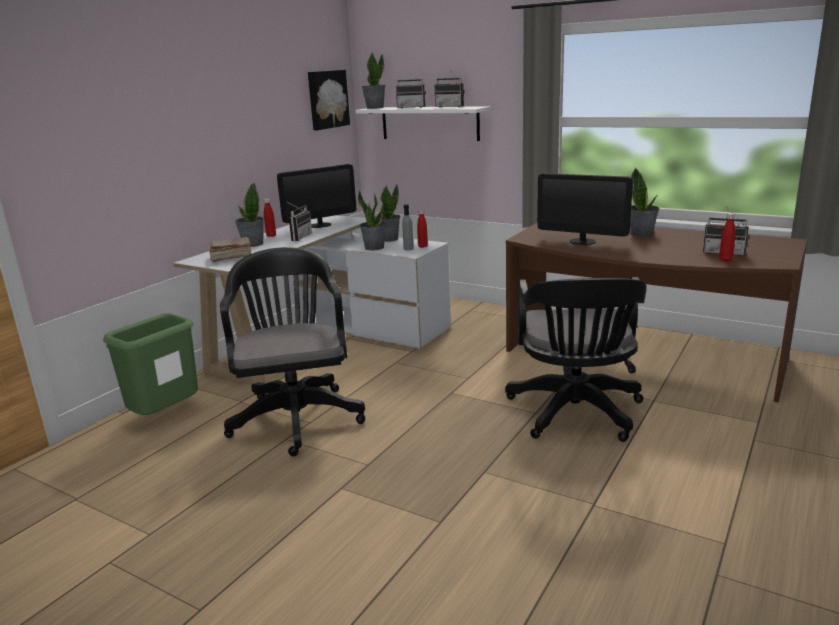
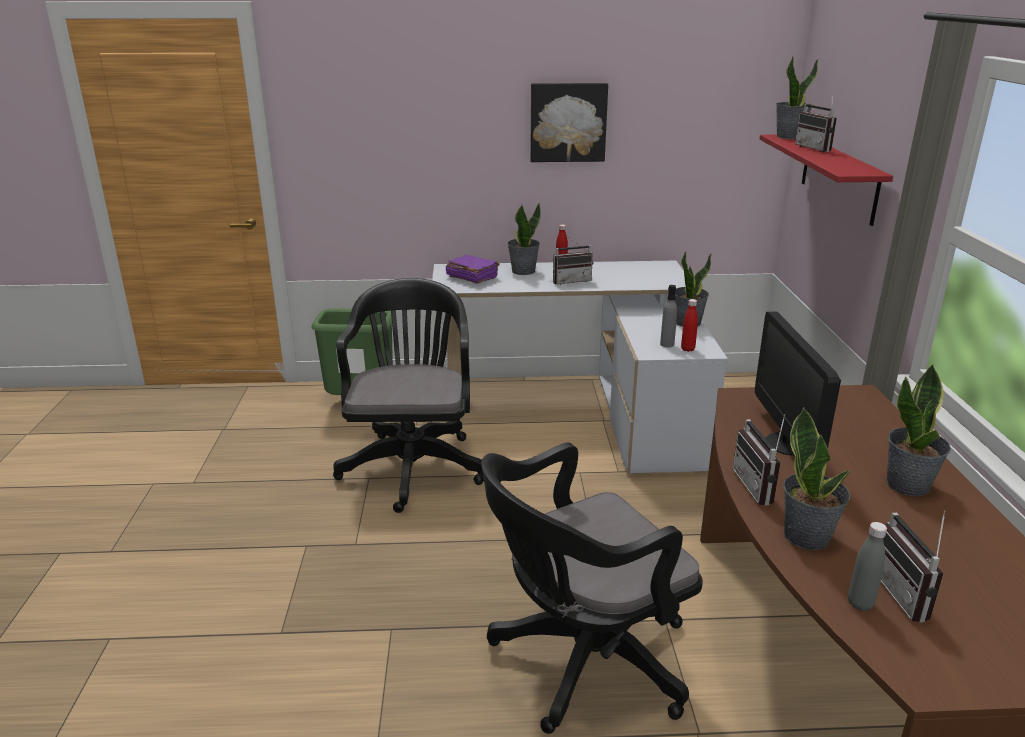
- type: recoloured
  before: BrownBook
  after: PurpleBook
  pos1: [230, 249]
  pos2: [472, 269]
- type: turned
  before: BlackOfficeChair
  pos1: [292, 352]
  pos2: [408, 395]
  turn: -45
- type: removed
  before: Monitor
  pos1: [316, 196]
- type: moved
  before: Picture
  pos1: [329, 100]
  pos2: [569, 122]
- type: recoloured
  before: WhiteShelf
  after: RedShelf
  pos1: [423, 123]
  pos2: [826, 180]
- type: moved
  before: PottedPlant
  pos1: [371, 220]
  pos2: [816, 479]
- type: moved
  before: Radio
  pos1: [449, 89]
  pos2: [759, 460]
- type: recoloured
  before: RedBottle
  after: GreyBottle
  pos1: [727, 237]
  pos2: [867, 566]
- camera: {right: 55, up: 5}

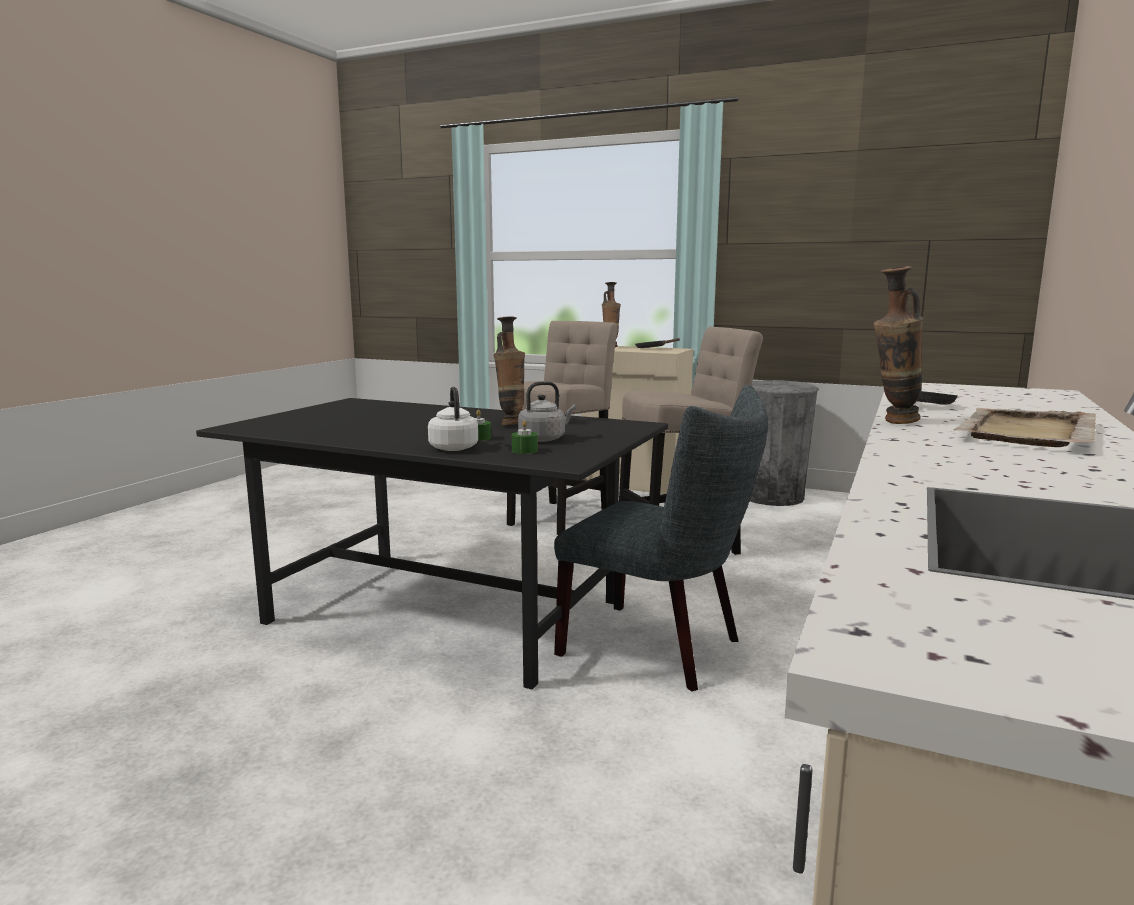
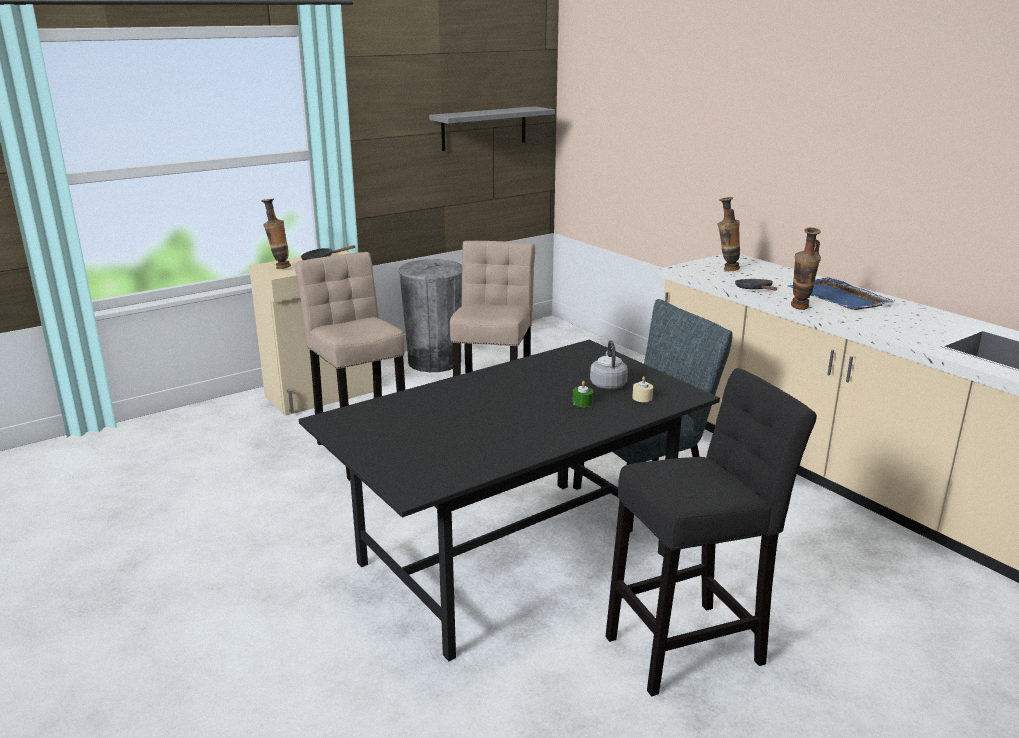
- type: removed
  before: WhiteKettle
  pos1: [453, 419]
- type: moved
  before: Vase
  pos1: [509, 370]
  pos2: [728, 234]
- type: recoloured
  before: GreenCandle
  after: BeigeCandle
  pos1: [525, 437]
  pos2: [642, 389]
- type: recoloured
  before: BeigeTray
  after: BlueTray
  pos1: [1024, 427]
  pos2: [841, 293]
- type: added
  after: GreyShelf
  pos2: [492, 128]
- type: added
  after: BlackStool
  pos2: [711, 532]
- camera: {right: -60, up: 10}

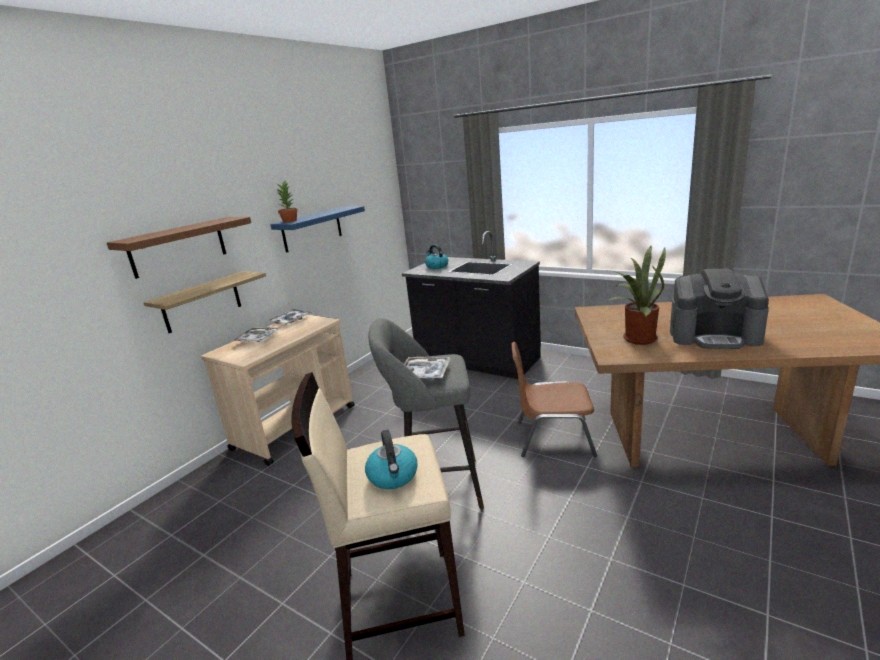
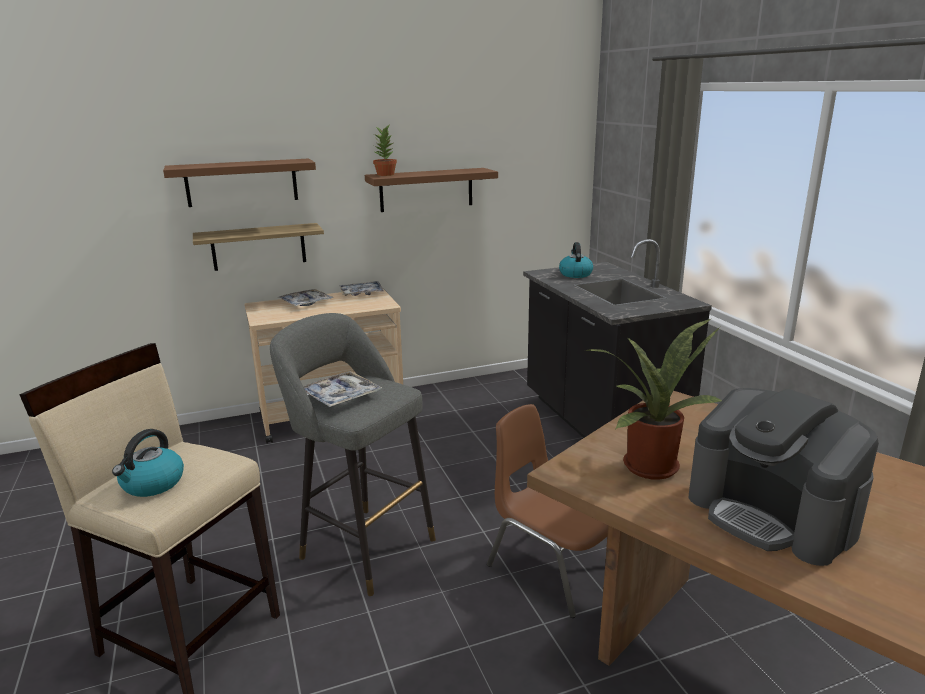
- type: recoloured
  before: BlueShelf
  after: BrownShelf
  pos1: [317, 229]
  pos2: [431, 190]
- camera: {right: 35, up: 0}

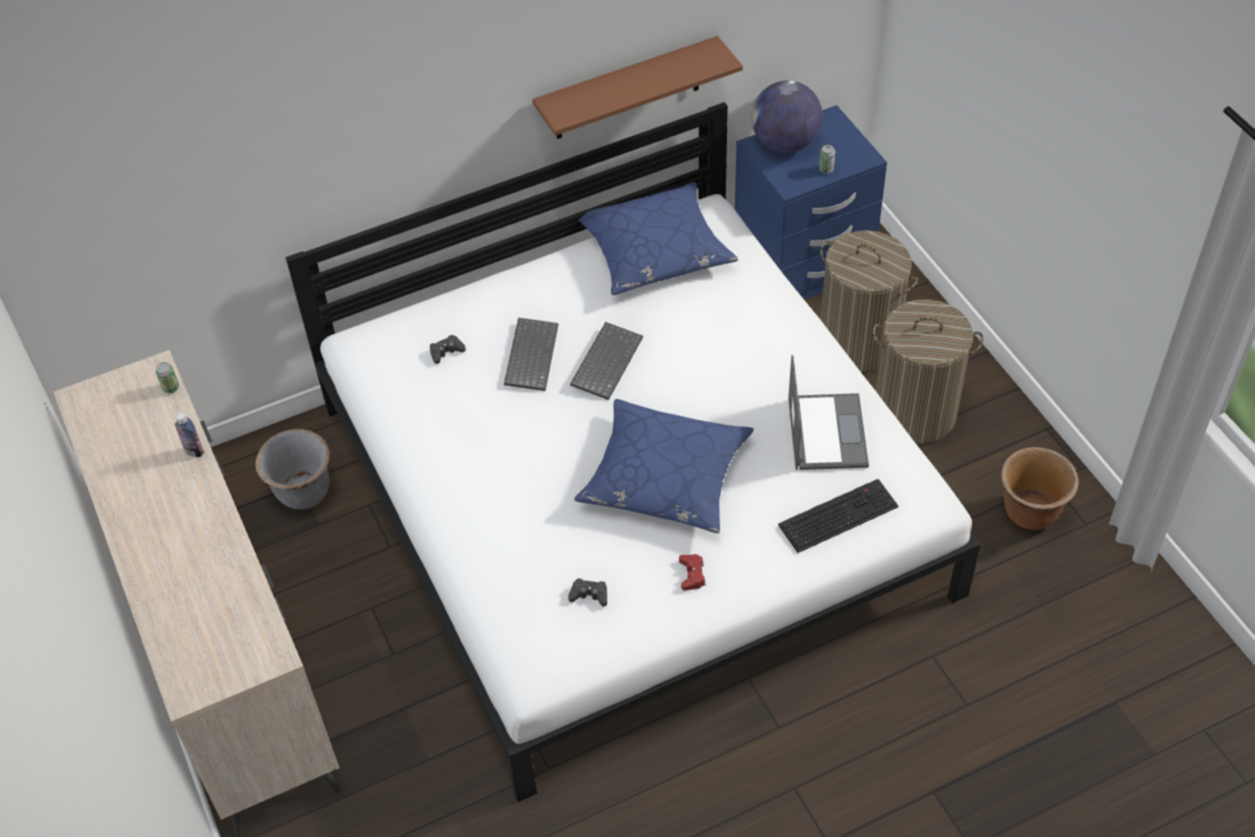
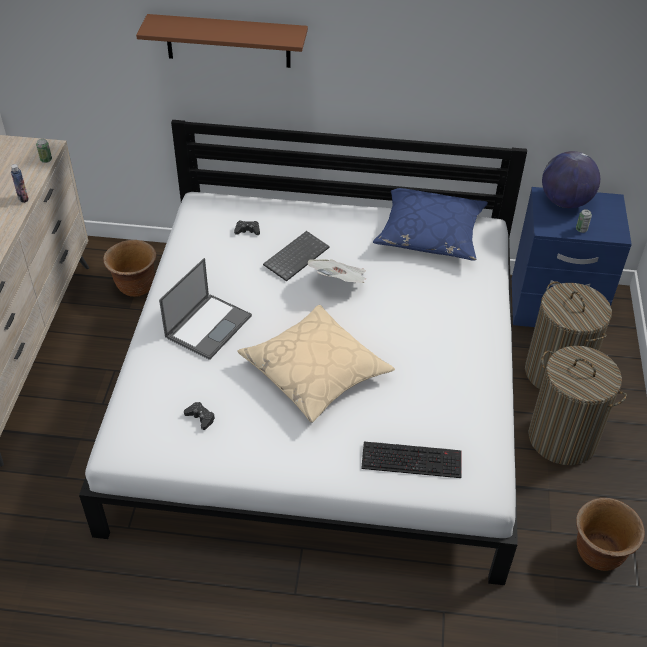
- type: recoloured
  before: GreyPlanter
  after: BrownPlanter
  pos1: [292, 469]
  pos2: [129, 268]
- type: moved
  before: BrownShelf
  pos1: [637, 87]
  pos2: [222, 41]
- type: replaced
  before: Keyboard
  after: Newspaper
  pos1: [606, 361]
  pos2: [337, 271]
- type: recoloured
  before: BluePillow
  after: BeigePillow
  pos1: [664, 466]
  pos2: [316, 364]
- type: removed
  before: RedGameController
  pos1: [692, 572]
- type: moved
  before: Laptop
  pos1: [828, 412]
  pos2: [205, 309]
- camera: {right: 30, up: -5}

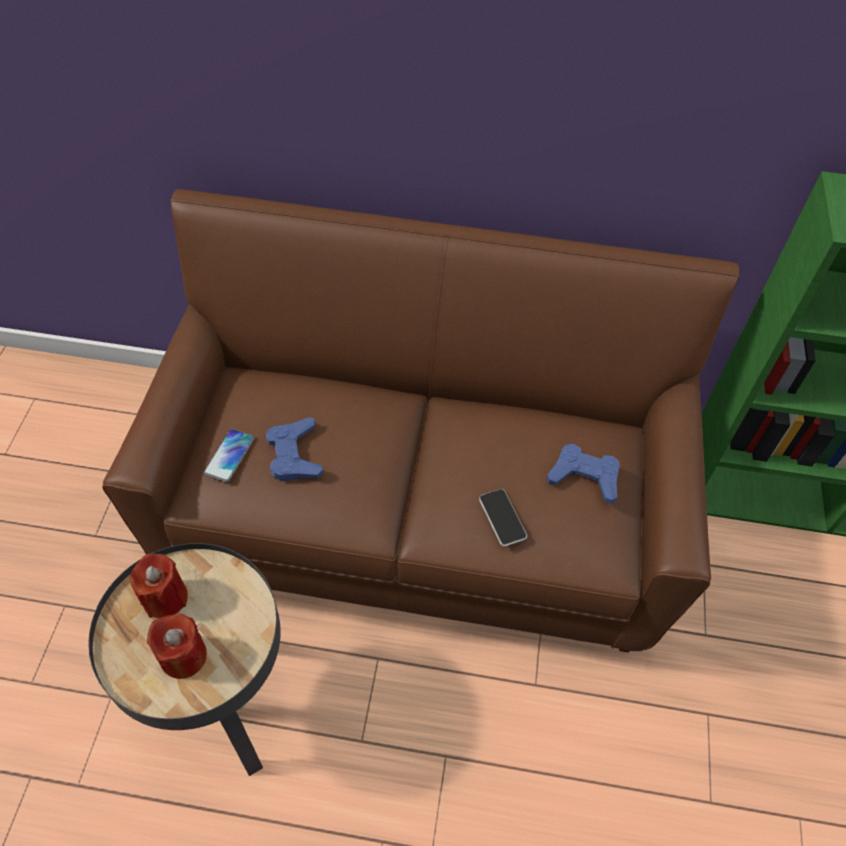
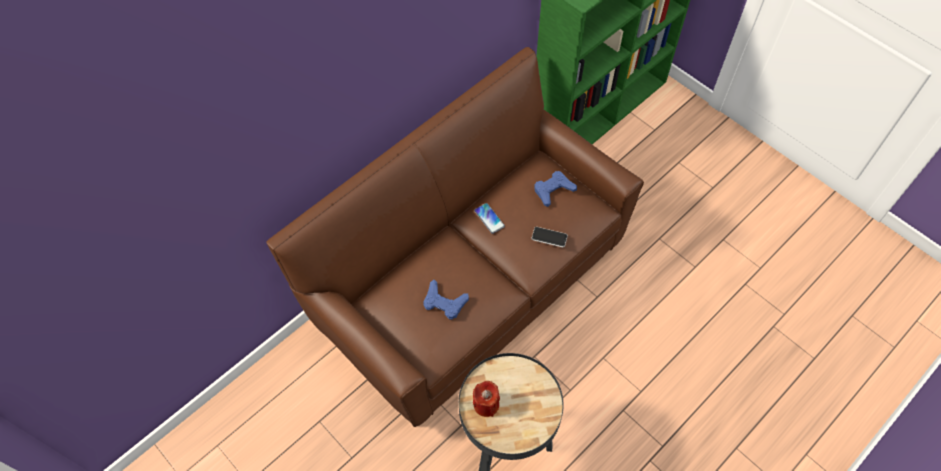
- type: removed
  before: RedCandle
  pos1: [177, 646]
- type: moved
  before: Phone
  pos1: [229, 455]
  pos2: [489, 218]
- camera: {right: -50, up: 5}

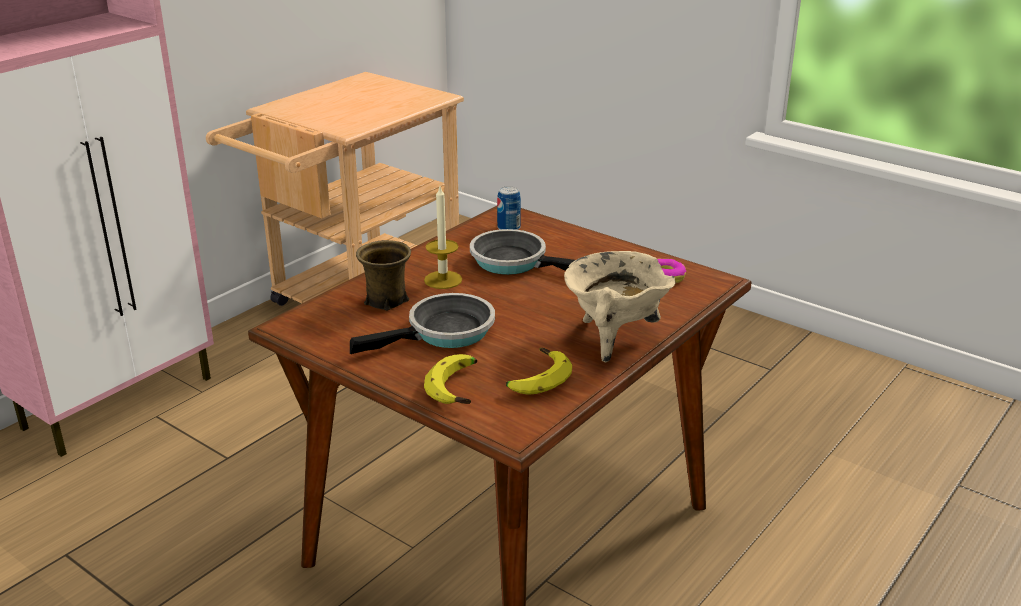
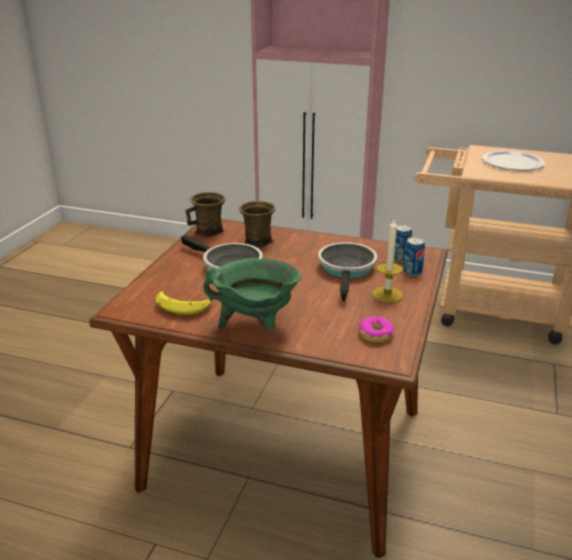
- type: moved
  before: Candle
  pos1: [443, 237]
  pos2: [387, 261]
- type: removed
  before: Banana
  pos1: [450, 379]
- type: recoloured
  before: BeigeCookingPot
  after: GreenCookingPot
  pos1: [620, 306]
  pos2: [252, 294]
- type: added
  after: BrownMug
  pos2: [205, 214]
- type: added
  after: Can
  pos2: [414, 256]
- type: added
  after: Plate
  pos2: [513, 161]
- camera: {right: 70, up: 0}

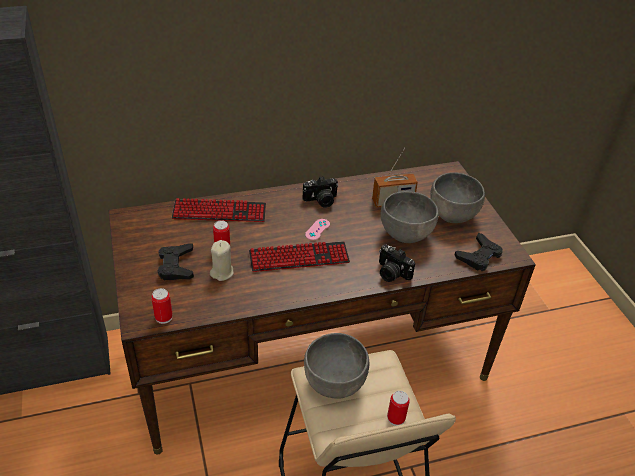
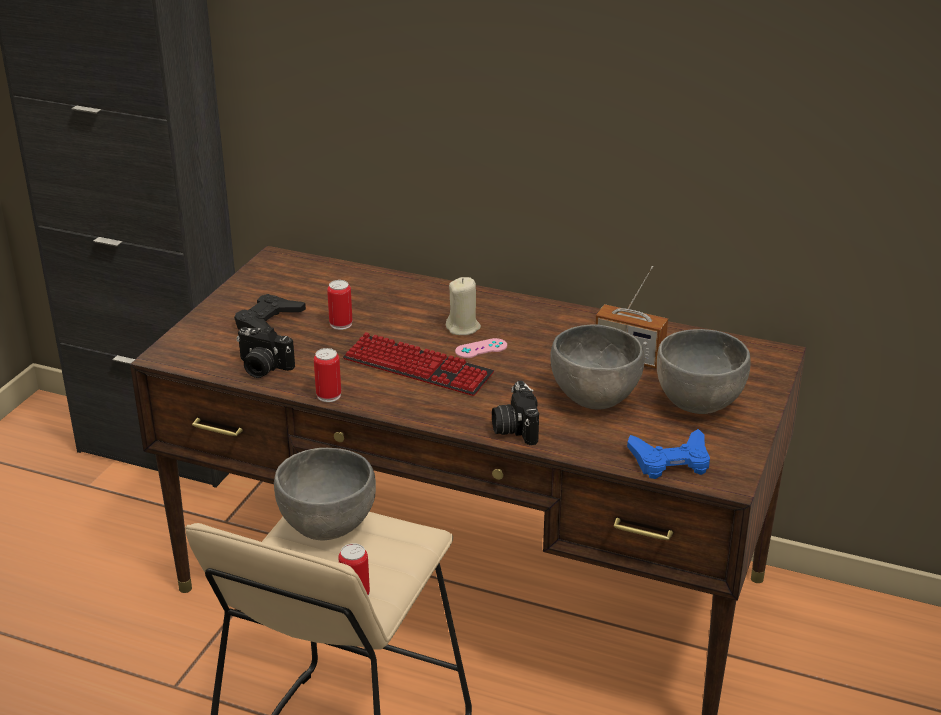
- type: moved
  before: Can
  pos1: [162, 306]
  pos2: [327, 375]
- type: removed
  before: Keyboard
  pos1: [219, 210]
- type: moved
  before: BeigeCandle
  pos1: [222, 260]
  pos2: [463, 306]
- type: moved
  before: PhotoCamera
  pos1: [320, 192]
  pos2: [266, 352]
- type: recoloured
  before: BlackGameController
  after: BlueGameController
  pos1: [479, 251]
  pos2: [668, 454]
- camera: {right: 40, up: -10}

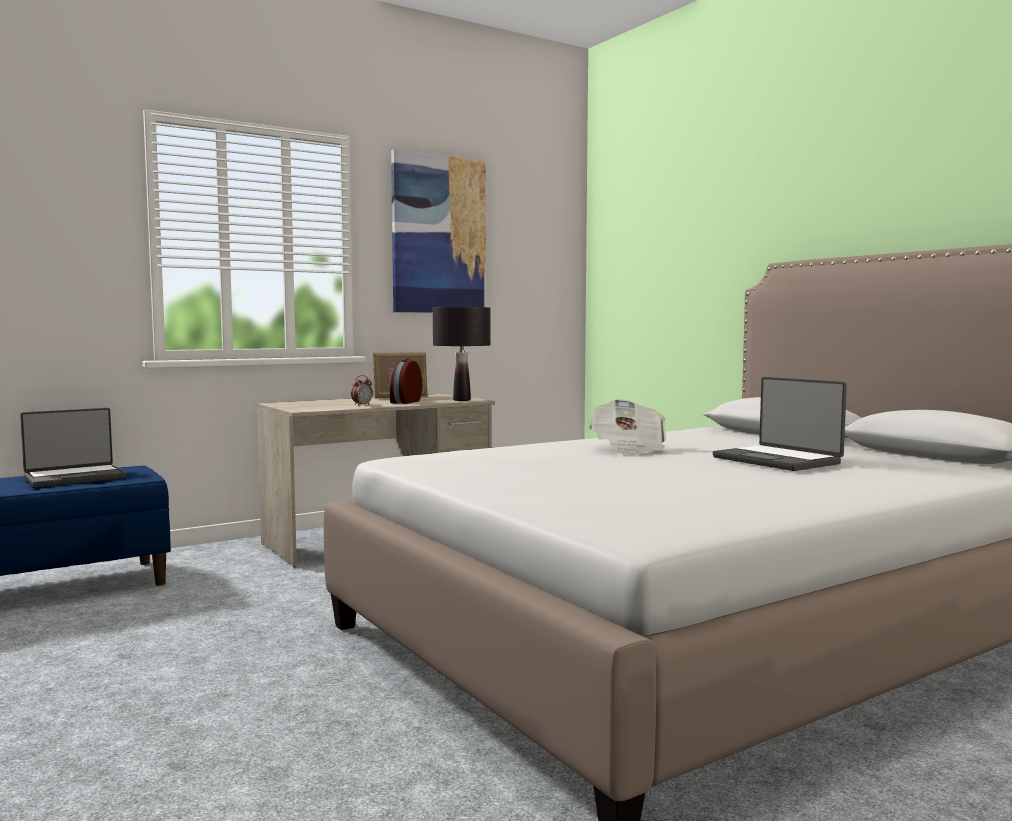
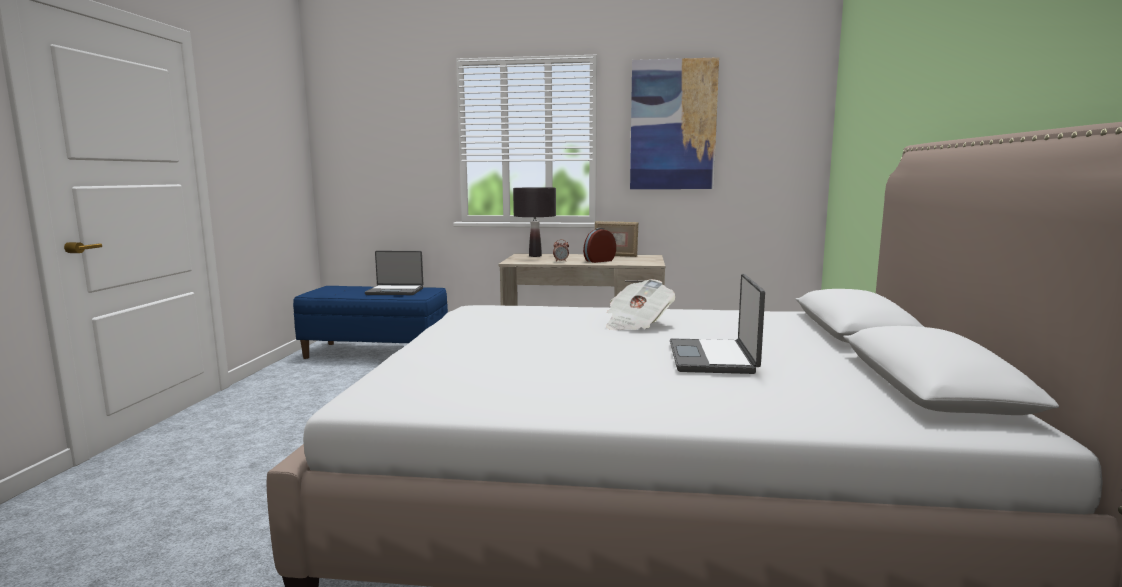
- type: moved
  before: BlackTableLamp
  pos1: [462, 354]
  pos2: [534, 222]
- camera: {right: 40, up: 5}

